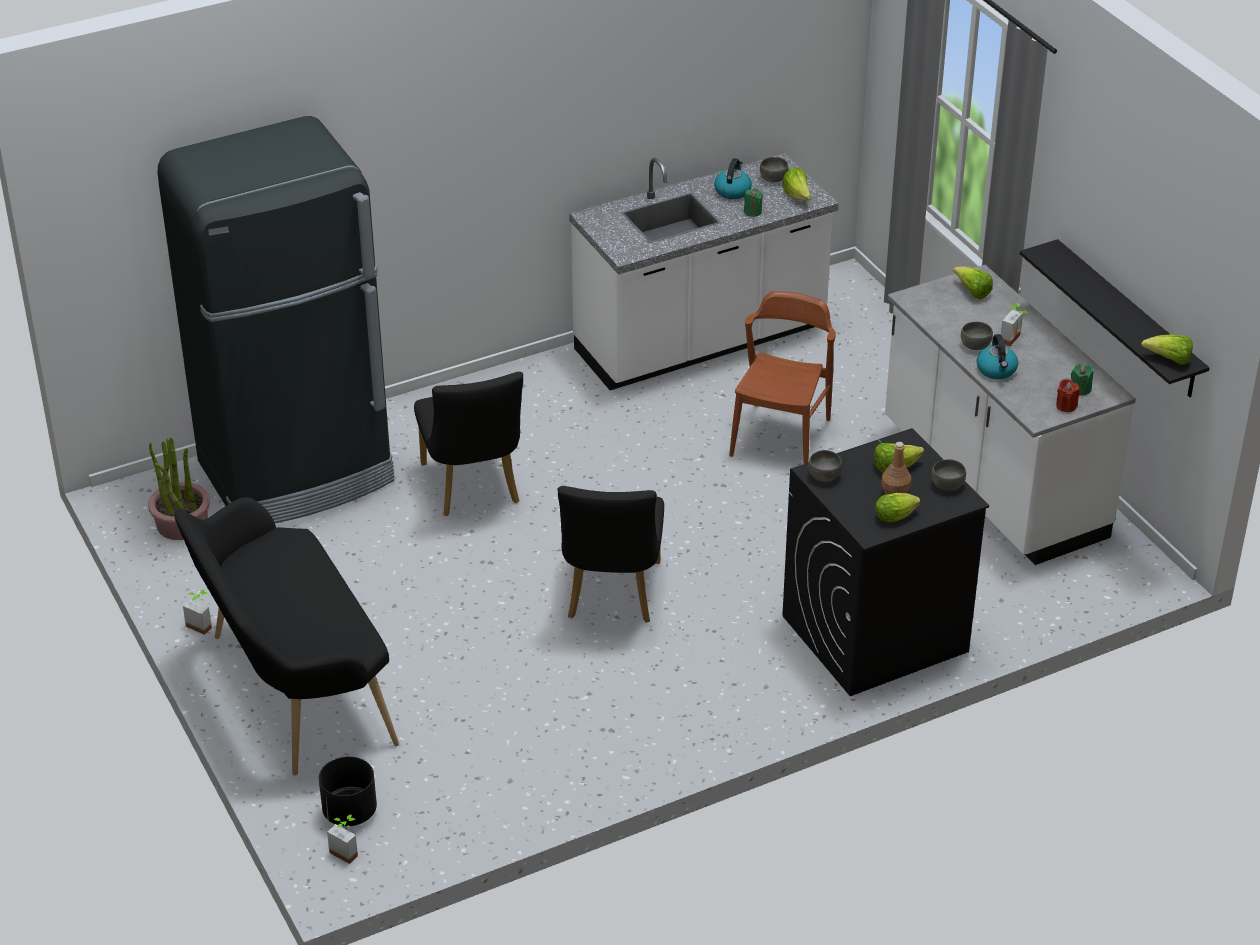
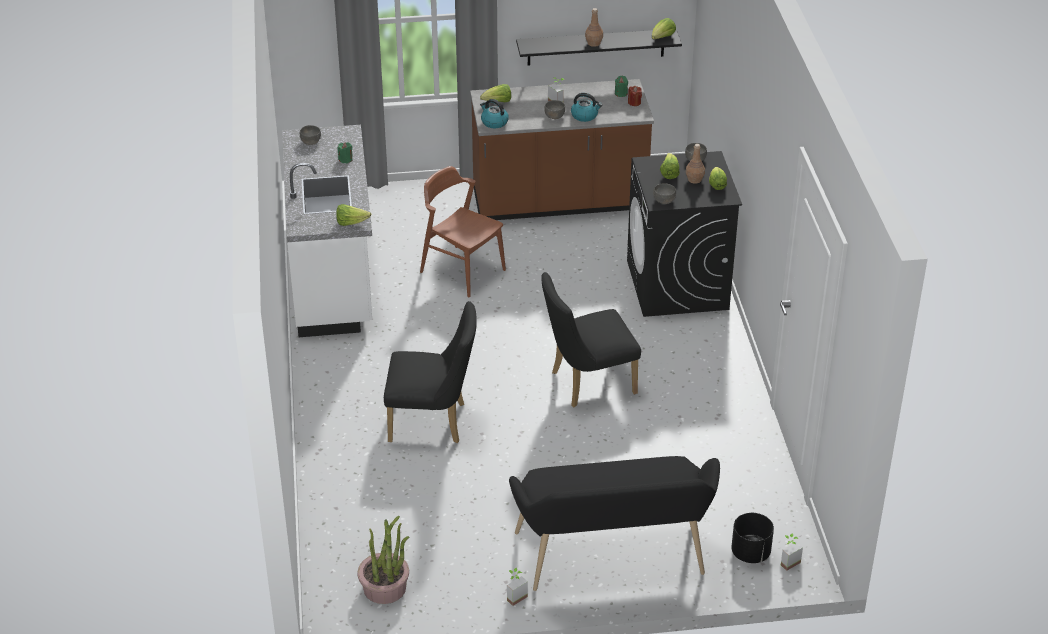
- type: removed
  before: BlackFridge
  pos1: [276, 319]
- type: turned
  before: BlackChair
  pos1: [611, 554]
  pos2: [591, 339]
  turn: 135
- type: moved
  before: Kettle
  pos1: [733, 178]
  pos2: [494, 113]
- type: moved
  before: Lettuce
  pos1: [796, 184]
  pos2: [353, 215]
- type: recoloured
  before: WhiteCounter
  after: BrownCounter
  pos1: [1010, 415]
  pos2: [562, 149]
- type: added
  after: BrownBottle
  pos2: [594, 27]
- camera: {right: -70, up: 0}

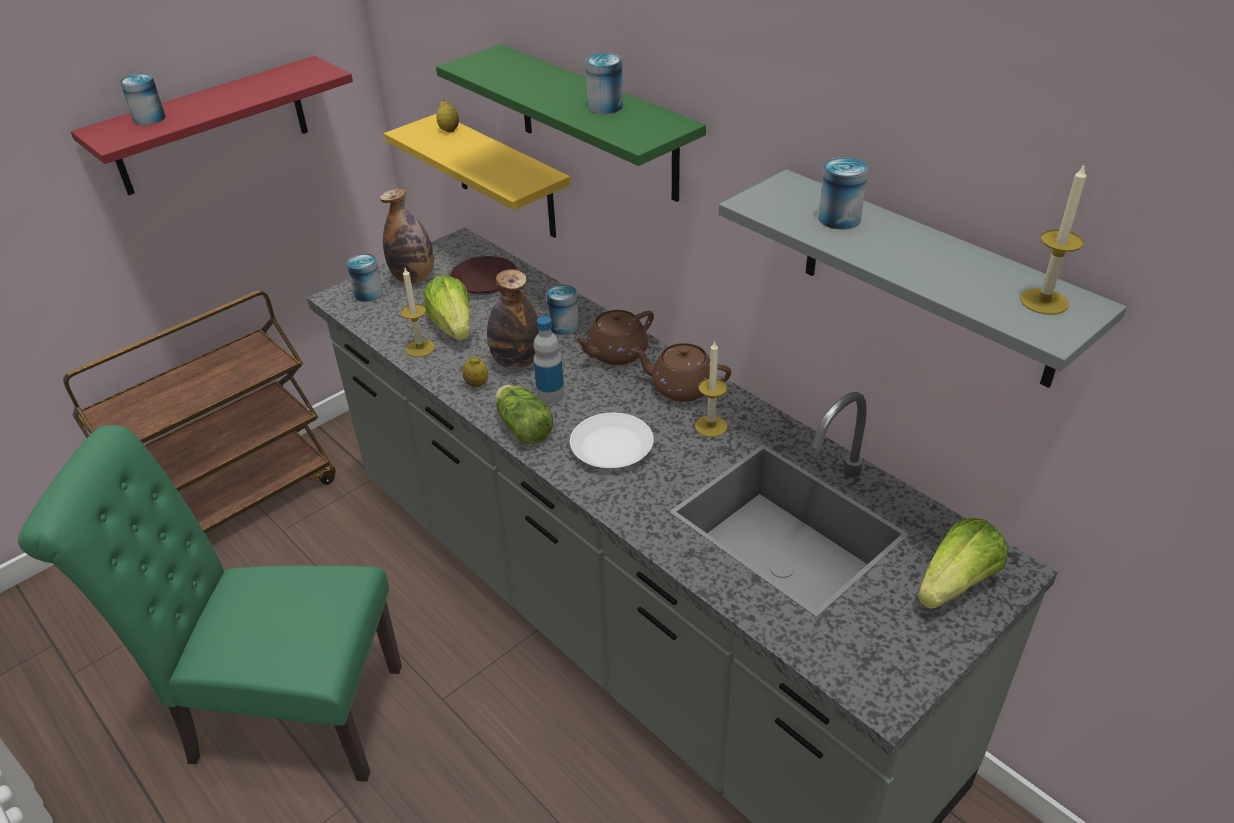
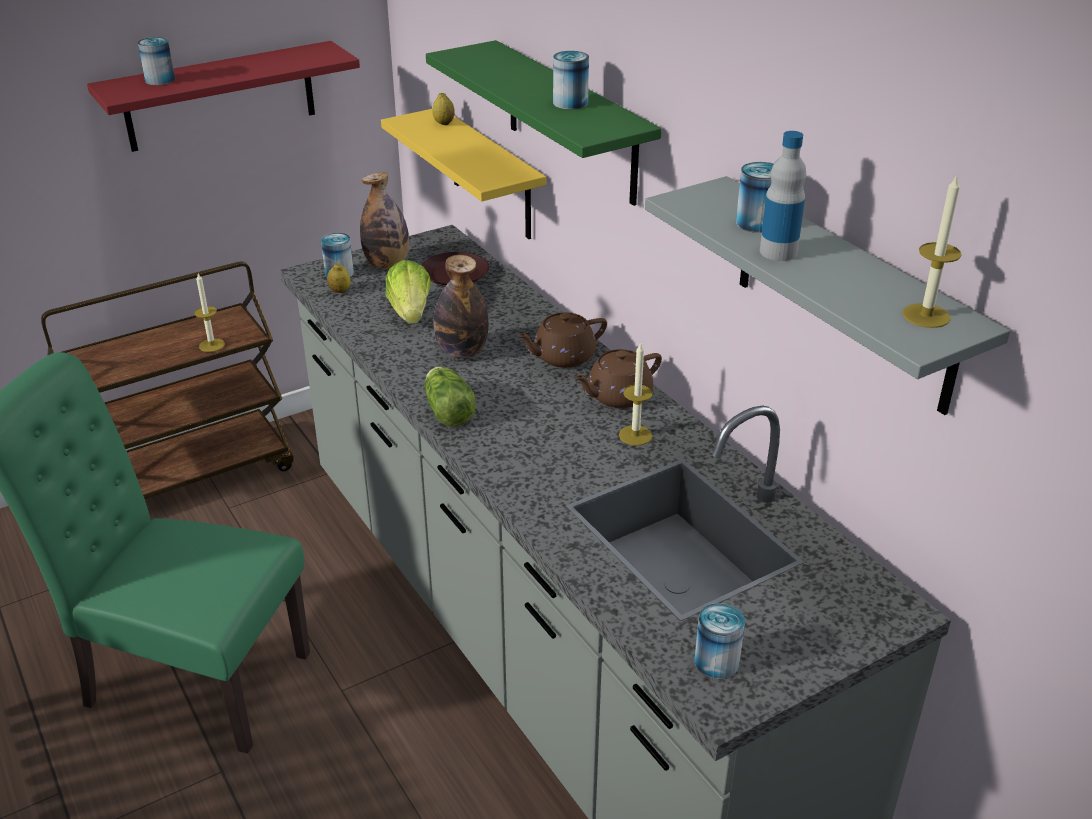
- type: moved
  before: Candle
  pos1: [417, 312]
  pos2: [209, 313]
- type: moved
  before: Lemon
  pos1: [475, 371]
  pos2: [339, 278]
- type: moved
  before: Bottle
  pos1: [548, 360]
  pos2: [783, 196]
- type: moved
  before: Can
  pos1: [562, 309]
  pos2: [719, 641]
- type: removed
  before: WhitePlate
  pos1: [612, 440]
- type: turned
  before: BrownTeapot
  pos1: [681, 372]
  pos2: [618, 378]
  turn: -60
- type: removed
  before: Lettuce
  pos1: [963, 563]
- camera: {right: 10, up: -5}

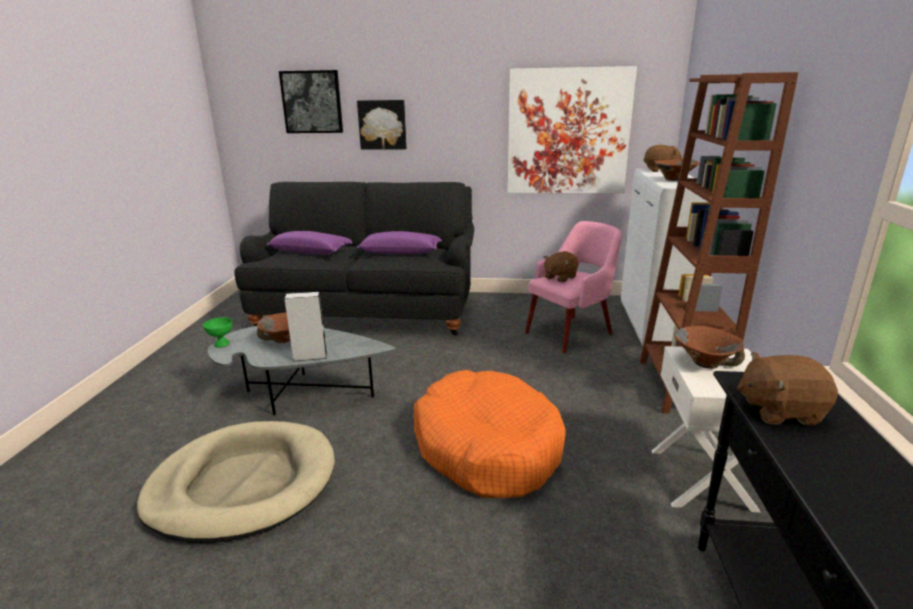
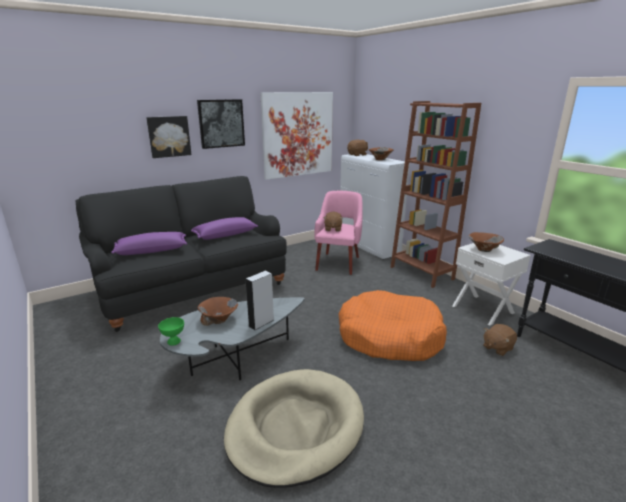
- type: moved
  before: Picture
  pos1: [311, 101]
  pos2: [221, 124]
- type: moved
  before: BrownPlushToy
  pos1: [787, 389]
  pos2: [500, 340]
- camera: {right: -40, up: 0}

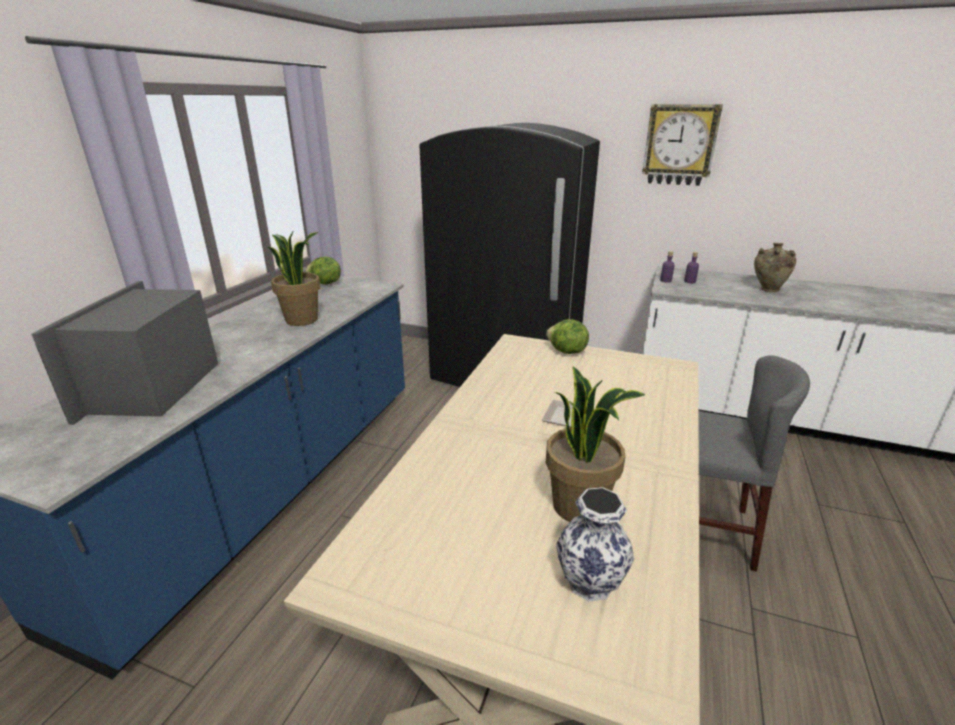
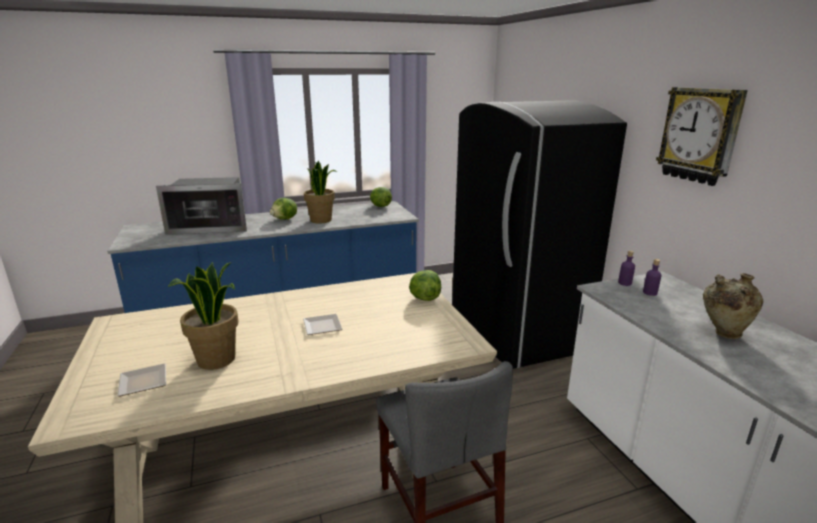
- type: turned
  before: Microwave
  pos1: [124, 353]
  pos2: [201, 206]
  turn: -150
- type: replaced
  before: Vase
  after: Plate
  pos1: [595, 544]
  pos2: [142, 380]
- type: added
  after: Lettuce
  pos2: [283, 209]
- camera: {right: 50, up: -5}

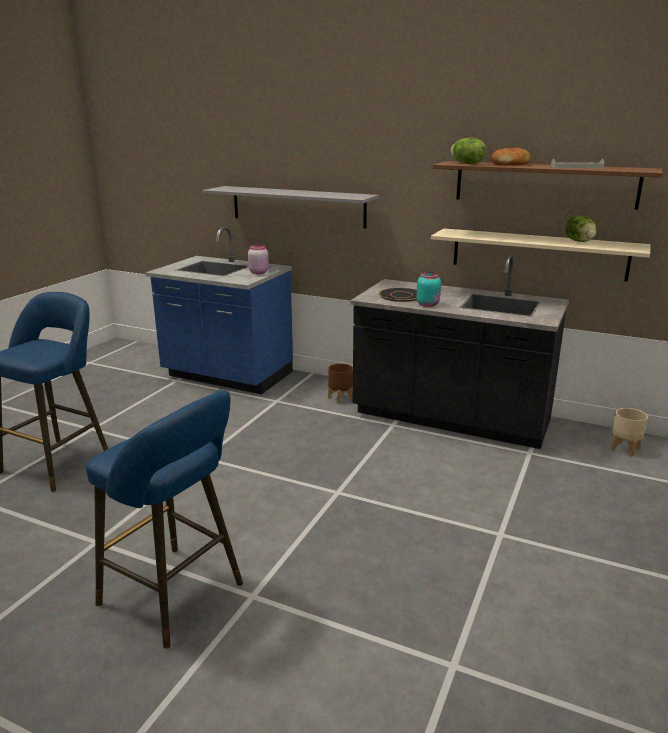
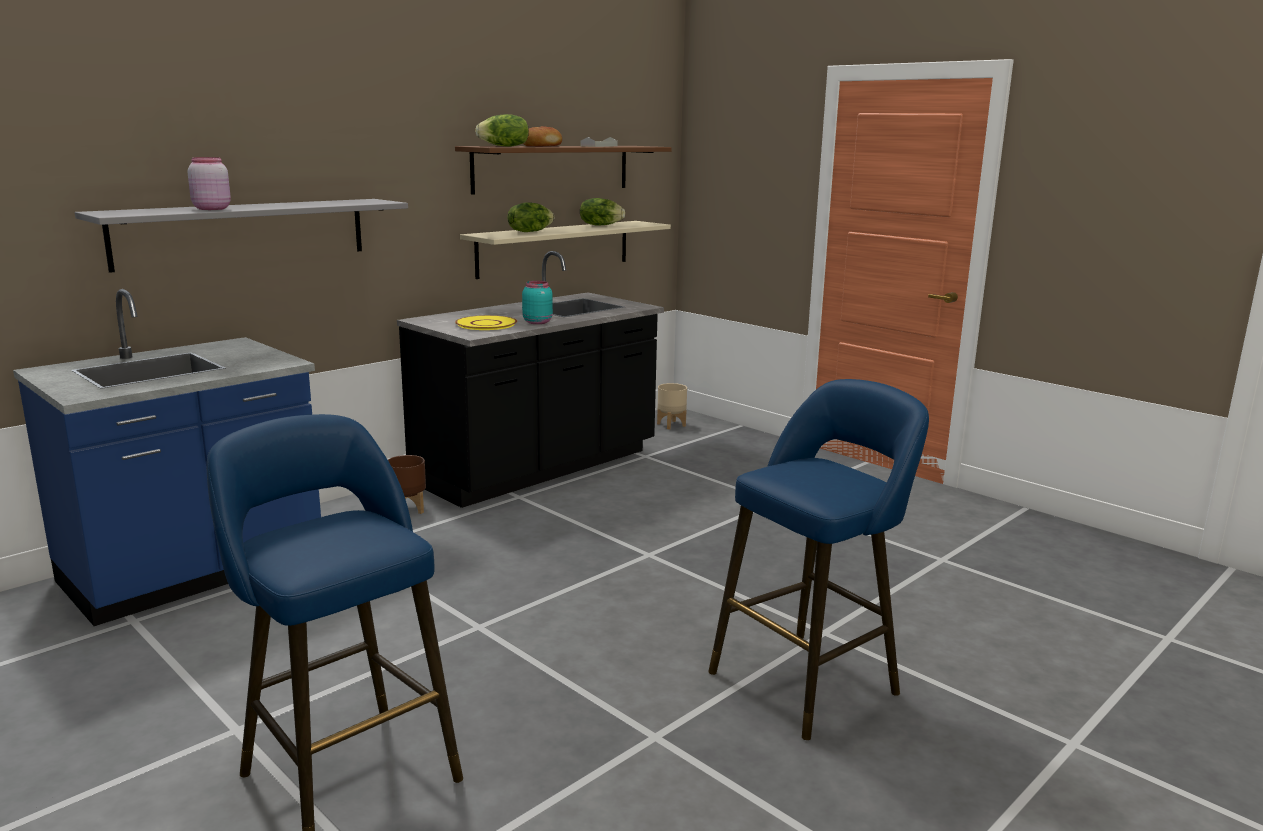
- type: moved
  before: PinkJar
  pos1: [258, 259]
  pos2: [209, 183]
- type: recoloured
  before: BlackPlate
  after: YellowPlate
  pos1: [398, 295]
  pos2: [486, 322]
- type: added
  after: Lettuce
  pos2: [531, 217]
- camera: {right: -70, up: -5}

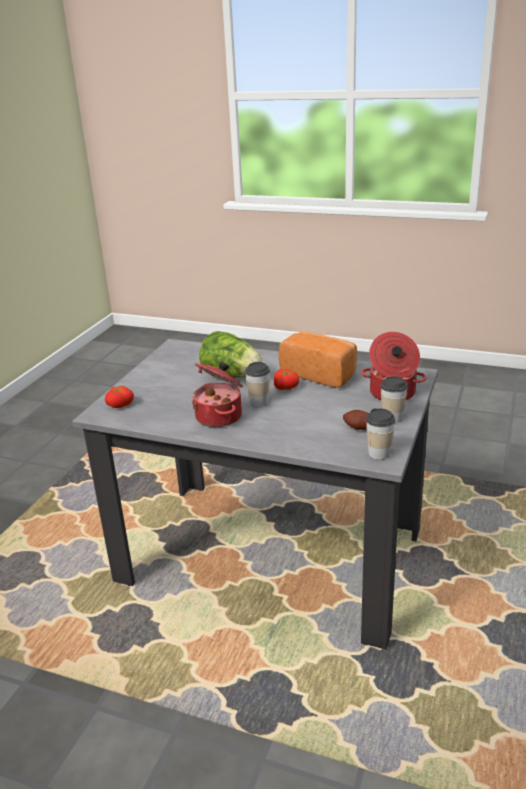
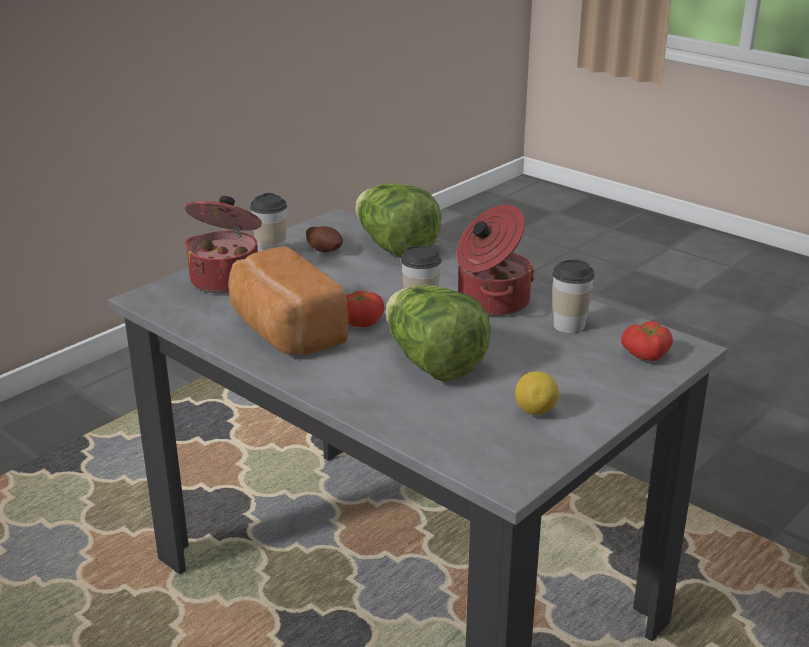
- type: moved
  before: Cup
  pos1: [380, 434]
  pos2: [573, 296]
- type: added
  after: Lettuce
  pos2: [398, 220]
- type: added
  after: Lemon
  pos2: [537, 393]
- camera: {right: -160, up: 0}

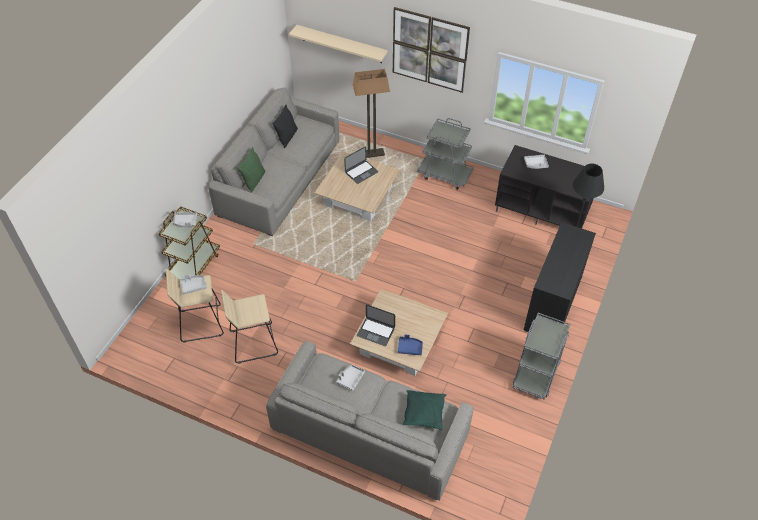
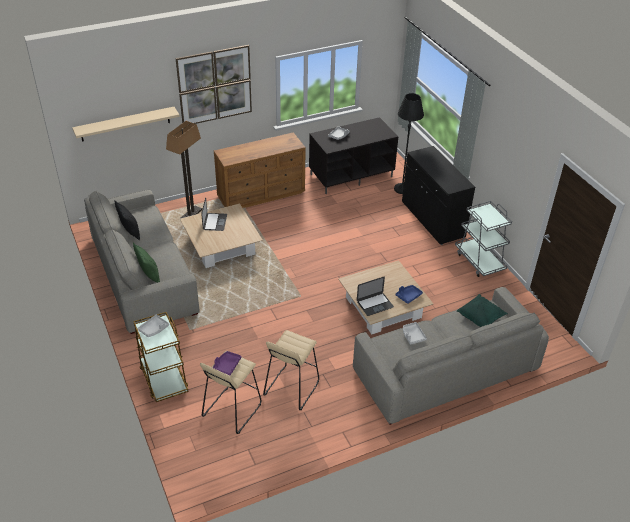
- type: recoloured
  before: GreyTray
  after: PurpleTray
  pos1: [193, 284]
  pos2: [227, 363]
- type: replaced
  before: GreyCart
  after: BrownDresser
  pos1: [445, 154]
  pos2: [260, 170]
- camera: {right: -50, up: -10}

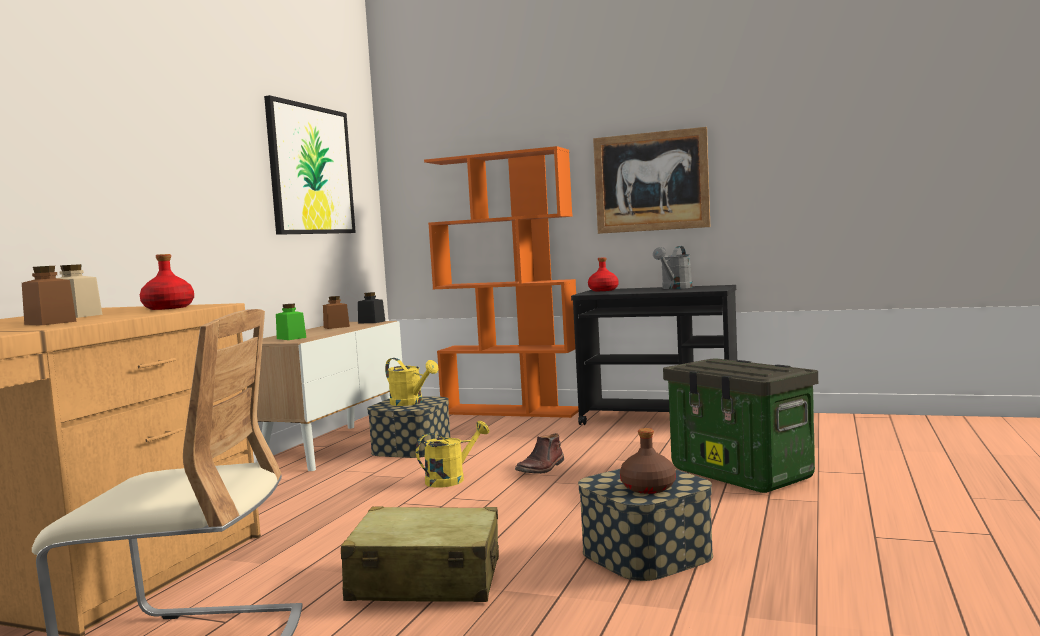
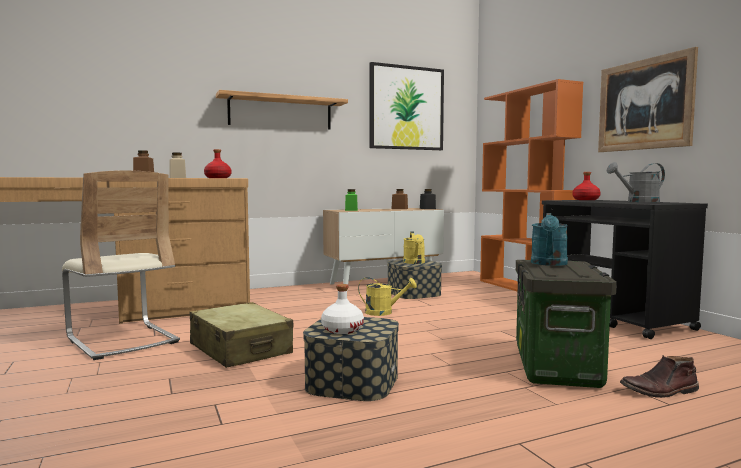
- type: moved
  before: BrownBoot
  pos1: [539, 453]
  pos2: [659, 376]
- type: recoloured
  before: BrownBottle
  after: WhiteBottle
  pos1: [648, 461]
  pos2: [342, 309]
- type: added
  after: Shelf
  pos2: [282, 110]
- type: added
  after: TurquoiseWateringCan
  pos2: [549, 239]
- camera: {right: 45, up: 0}

